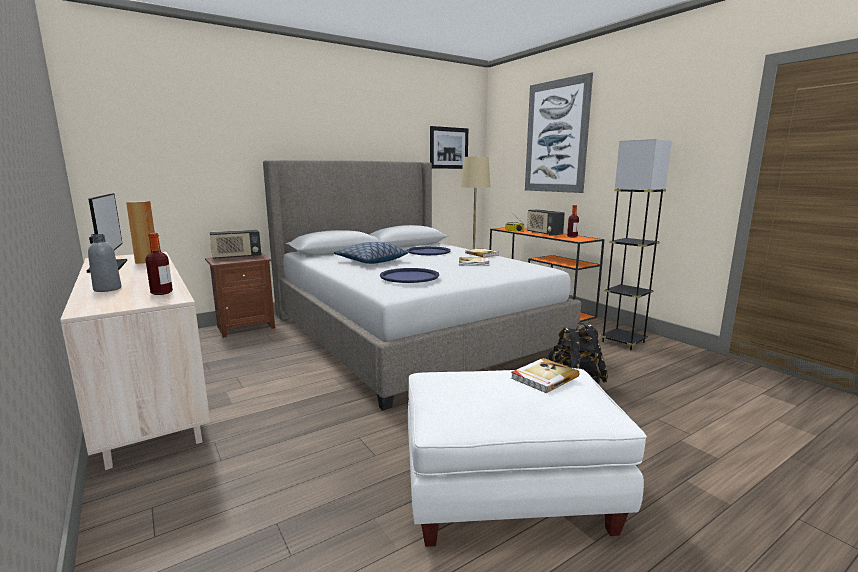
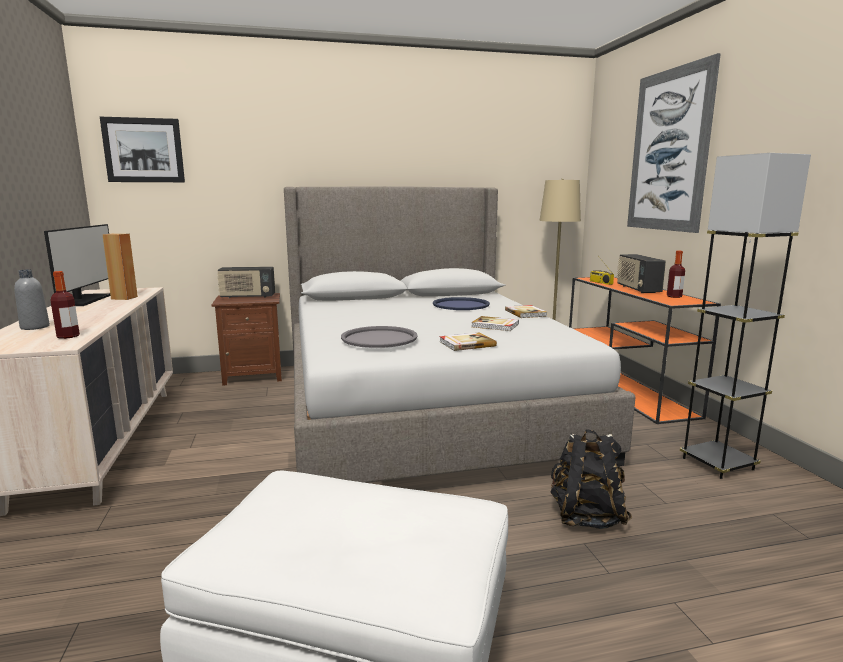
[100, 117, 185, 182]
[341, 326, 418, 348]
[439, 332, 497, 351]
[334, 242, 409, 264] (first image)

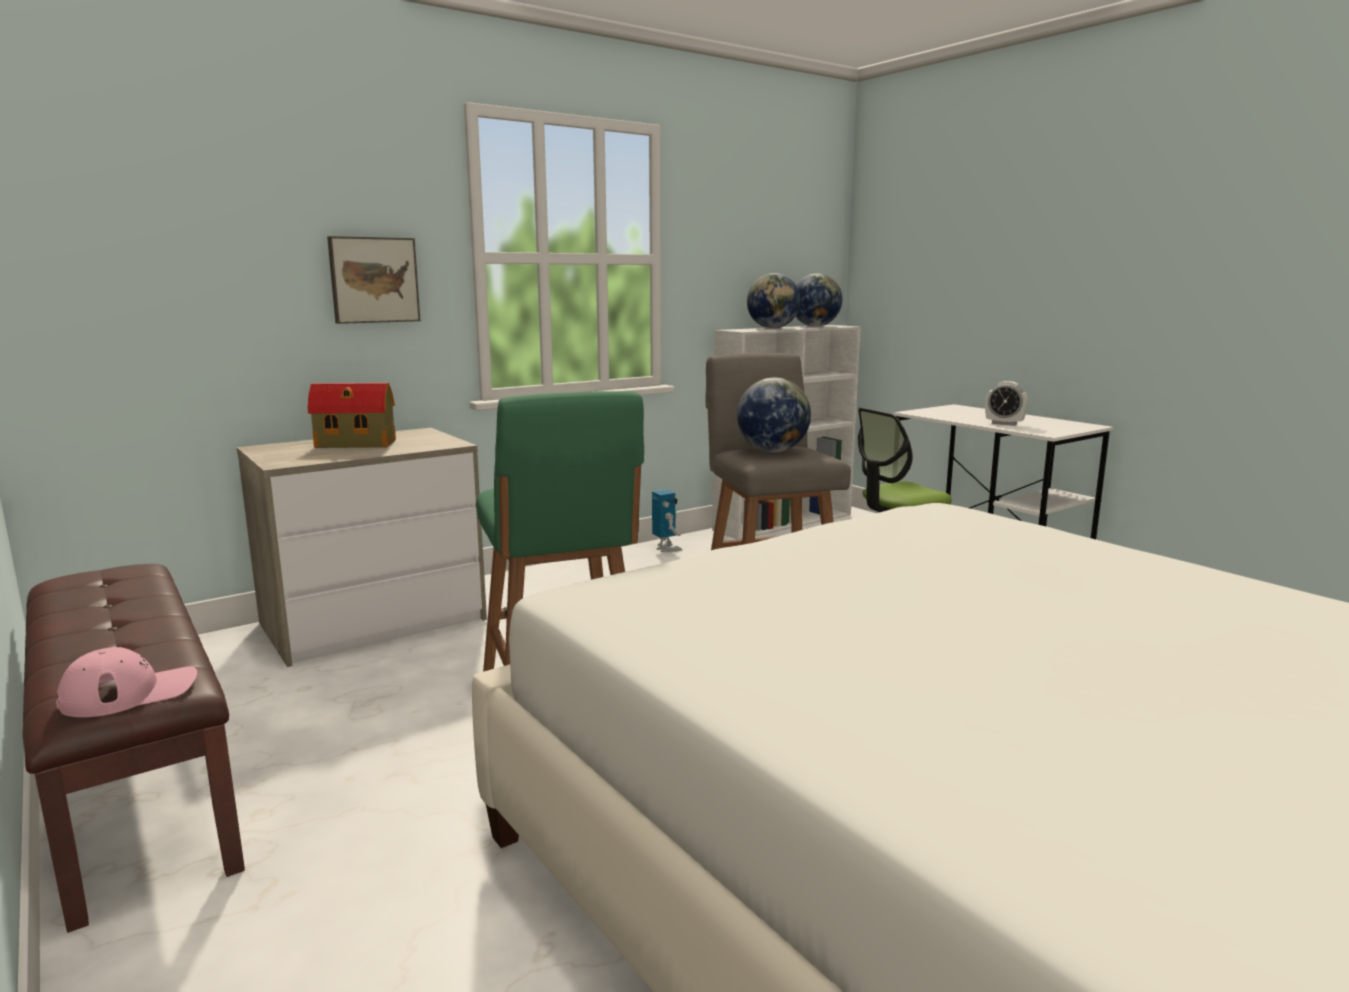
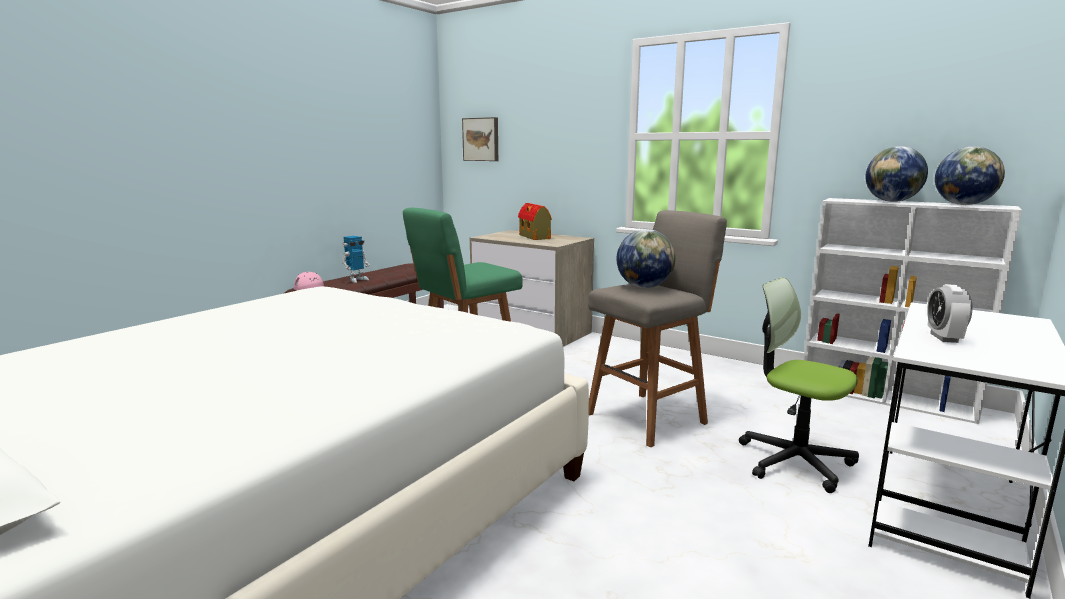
[342, 236, 370, 283]
[462, 117, 498, 161]

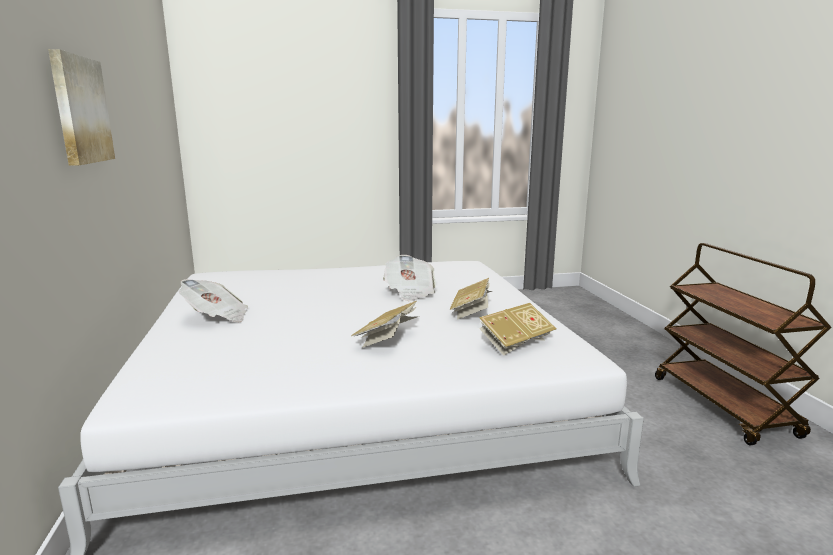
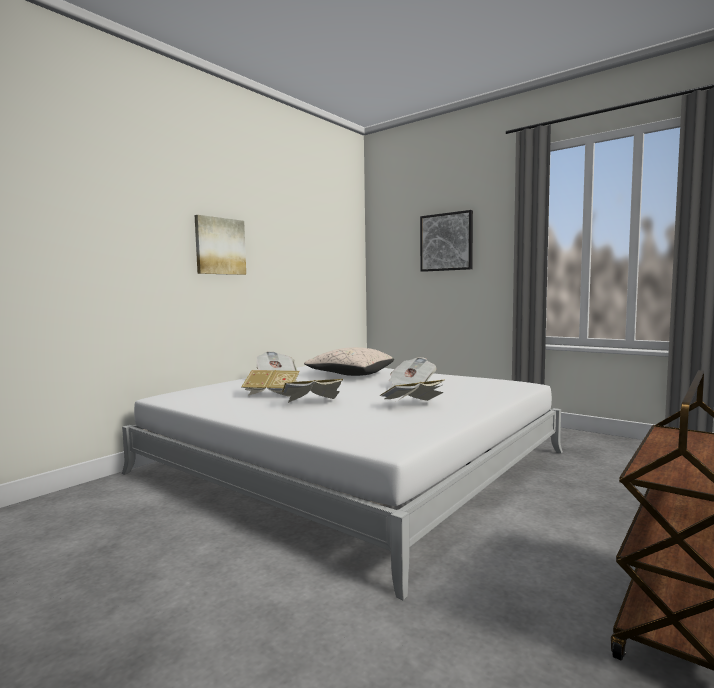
[241, 370, 300, 397]
[304, 347, 394, 376]
[420, 210, 473, 272]

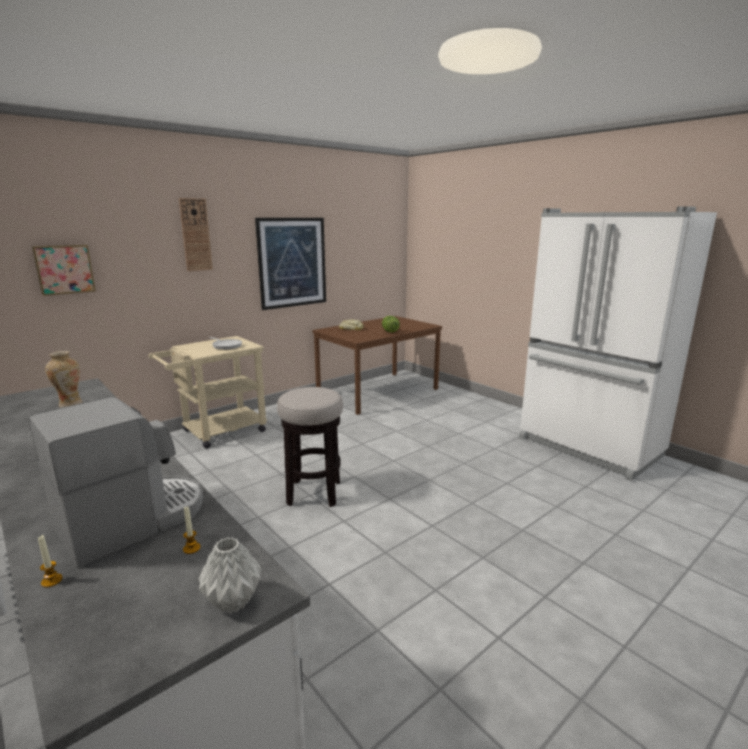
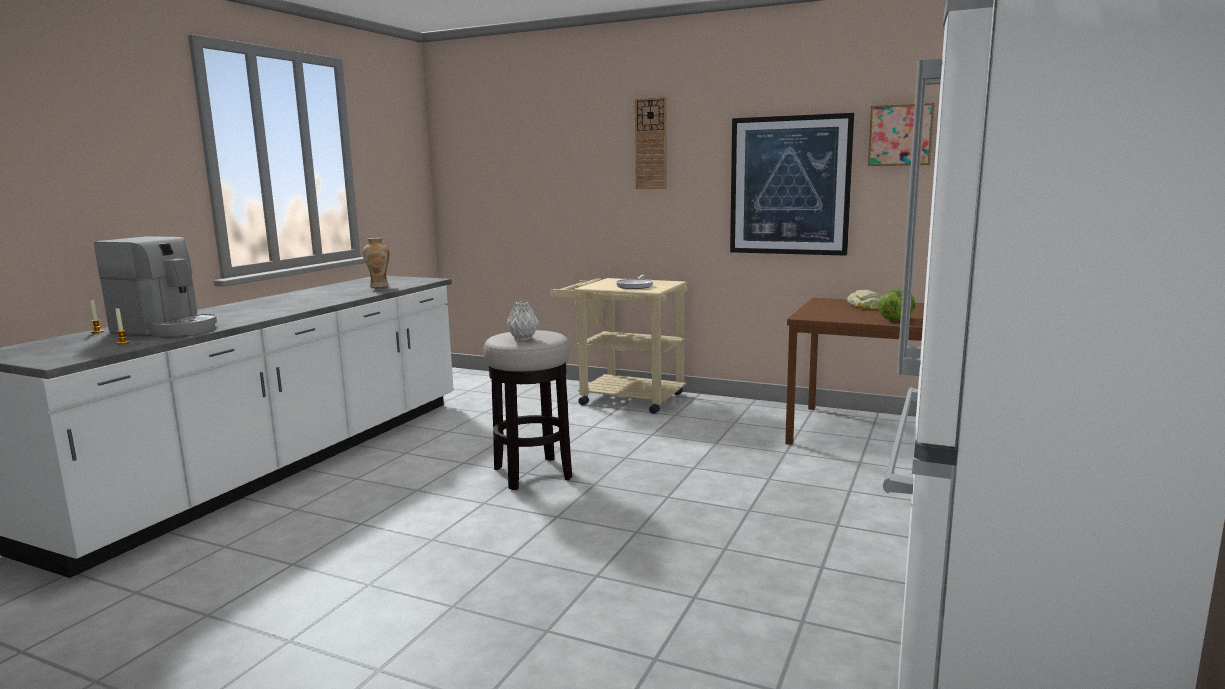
[506, 301, 539, 341]
[868, 103, 935, 166]

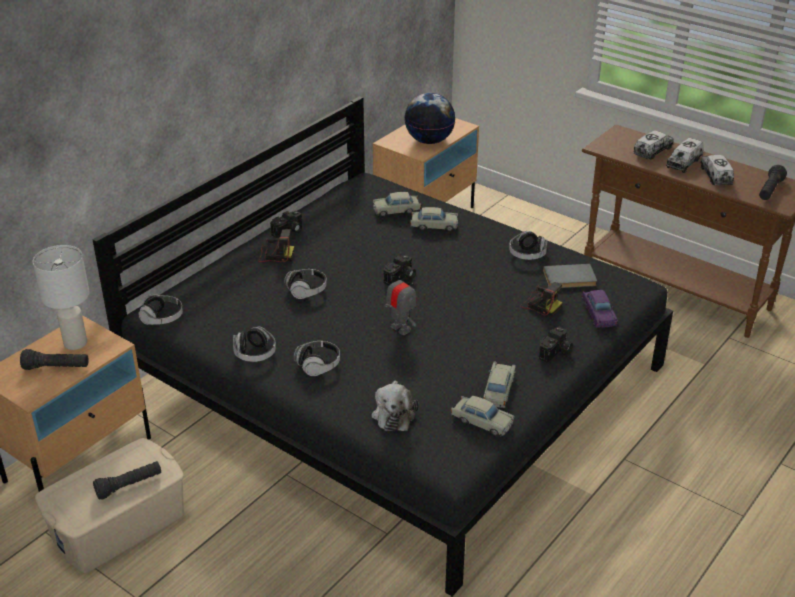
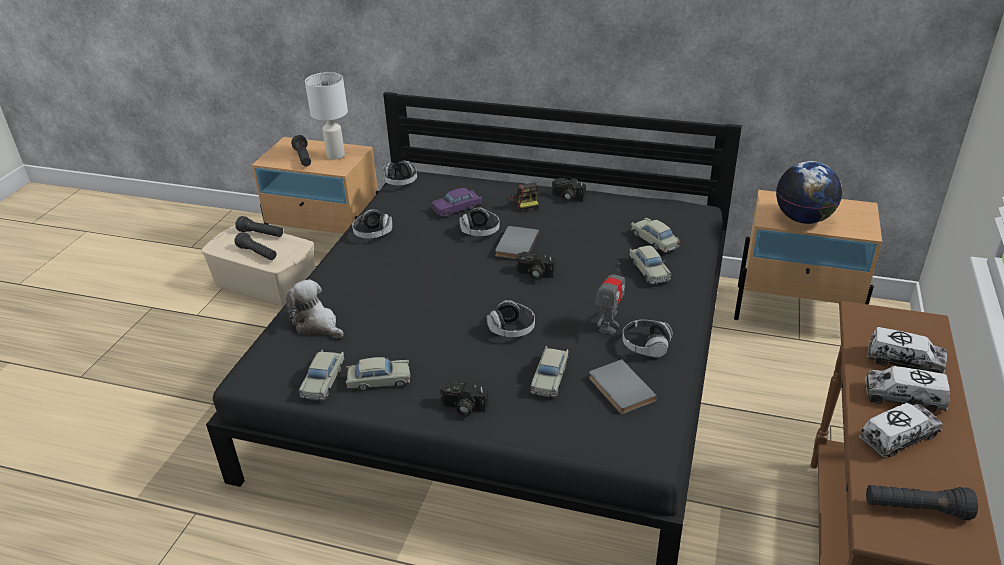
[235, 216, 283, 237]
[286, 279, 344, 338]
[431, 188, 482, 217]
[486, 300, 535, 337]
[495, 226, 539, 259]
[530, 346, 569, 398]
[595, 262, 625, 334]

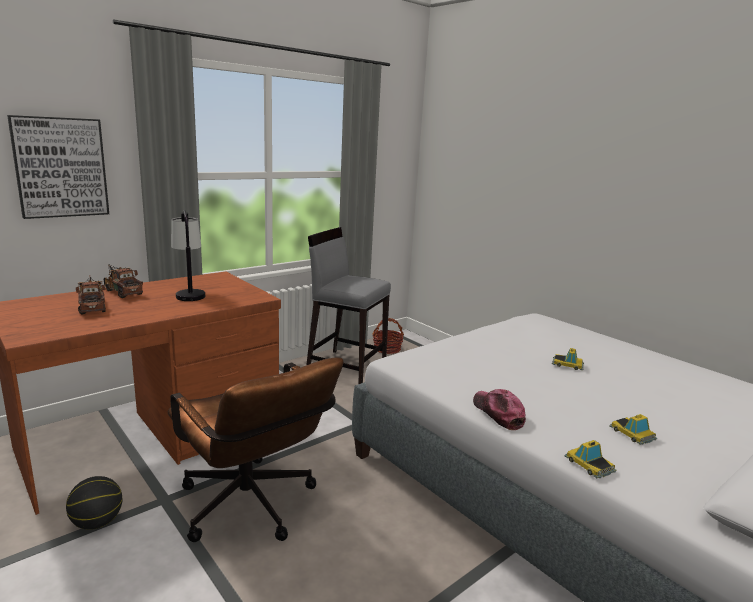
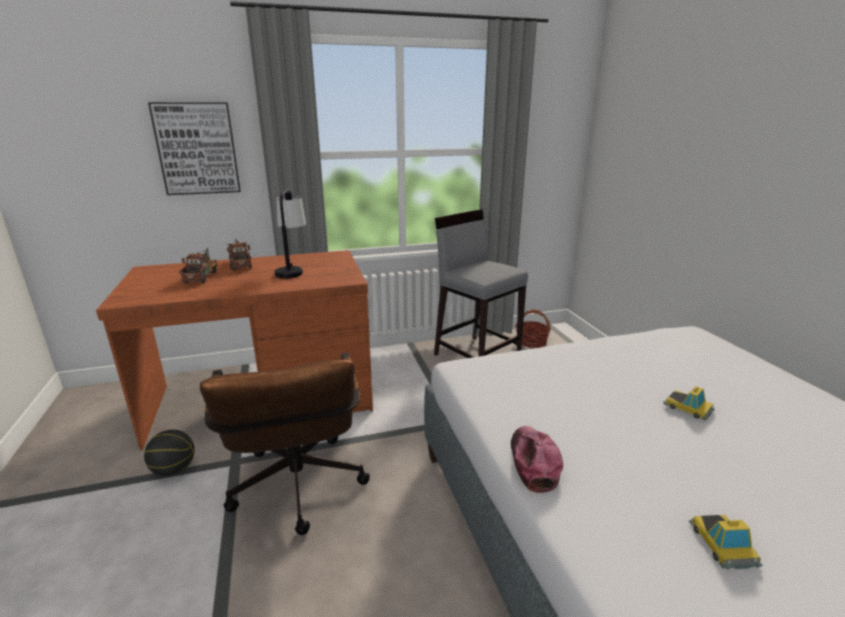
[565, 440, 616, 478] (first image)

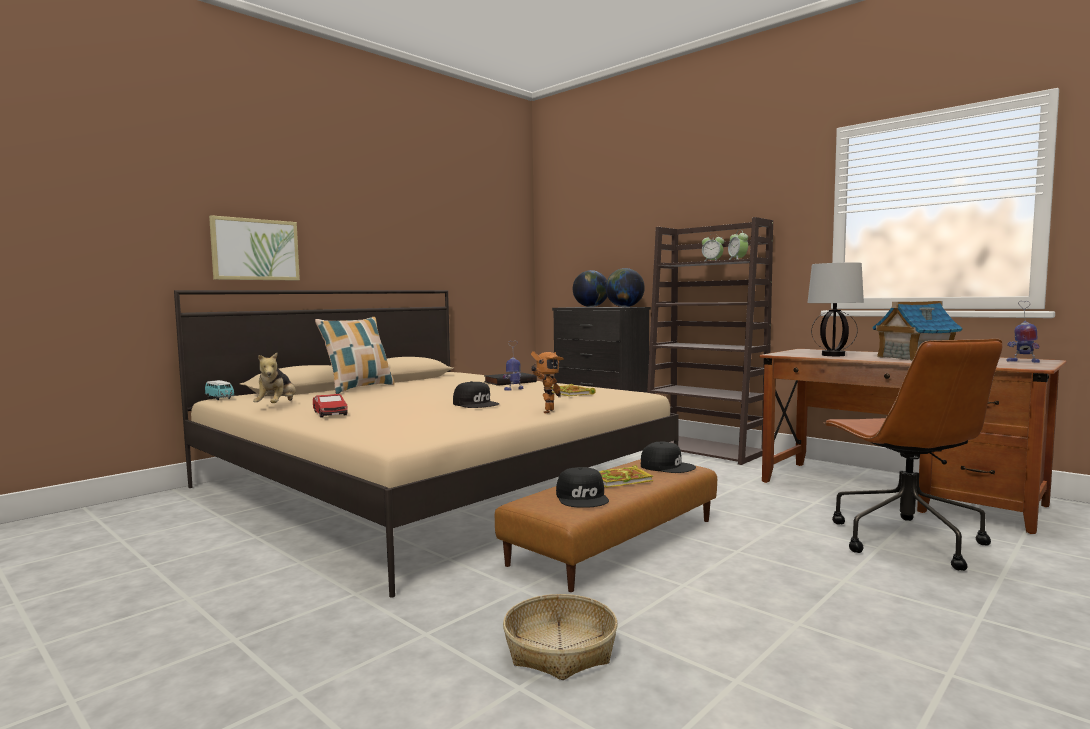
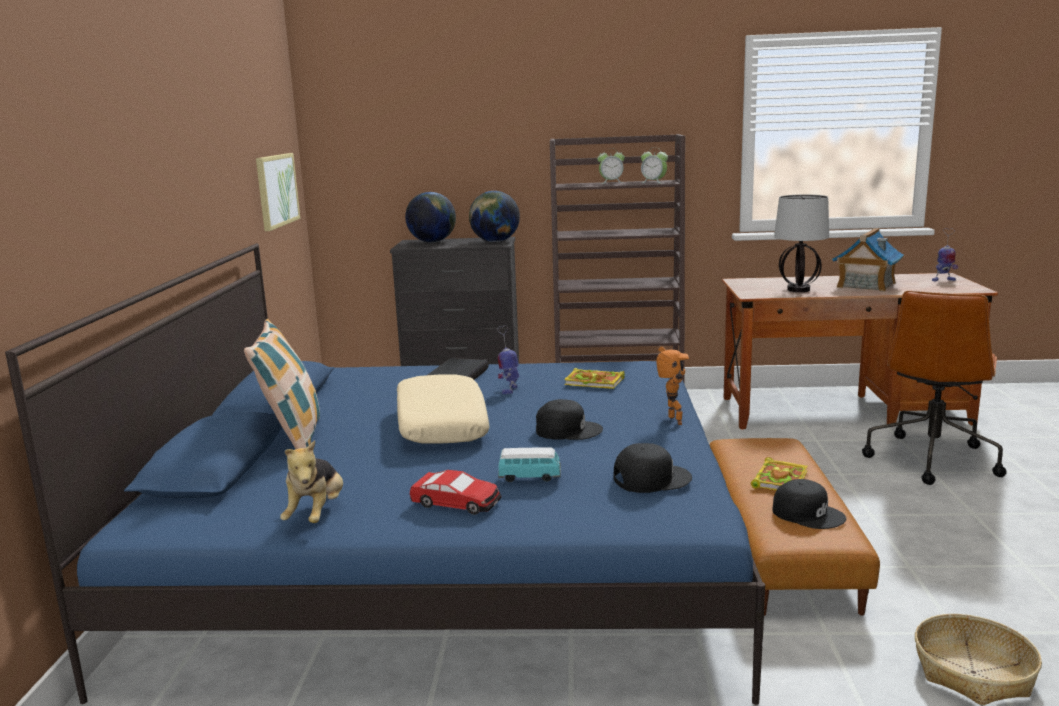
[5, 243, 765, 705]
[256, 153, 300, 231]
[280, 440, 343, 523]
[397, 374, 489, 444]
[498, 448, 561, 482]
[613, 443, 692, 493]
[862, 291, 1007, 485]

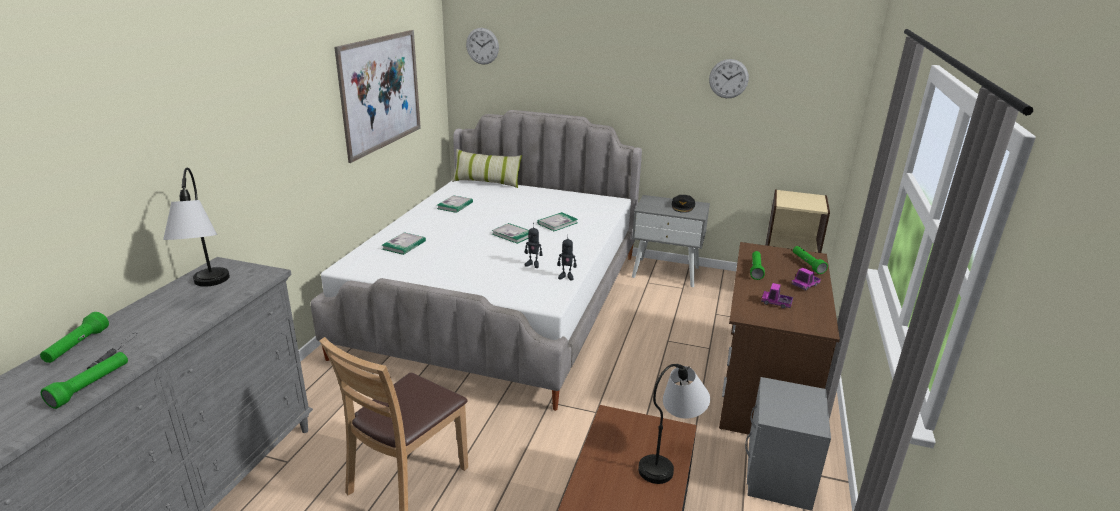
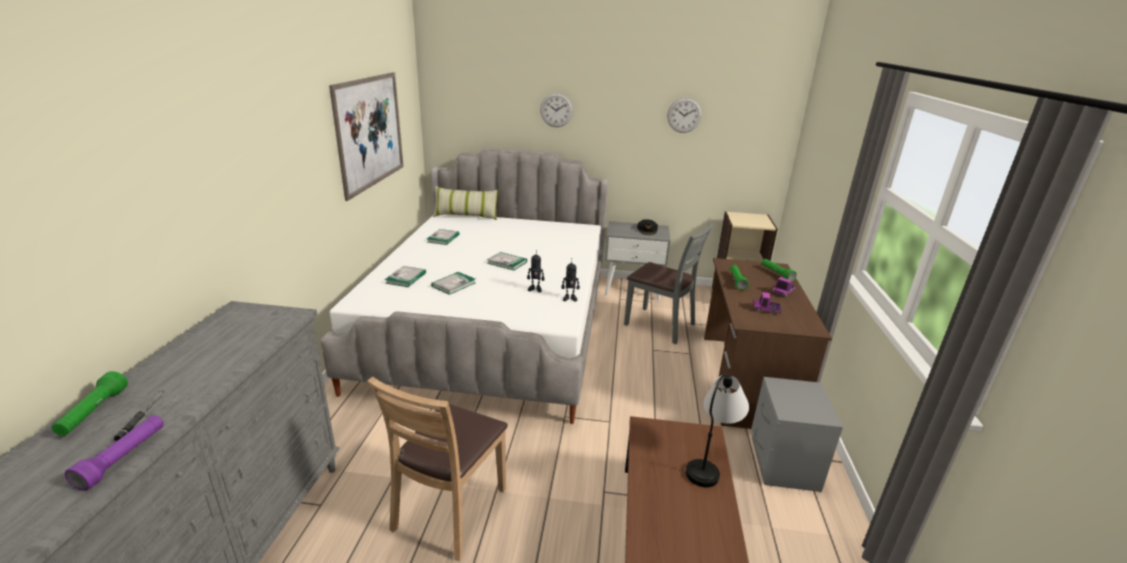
[65, 415, 164, 491]
[431, 272, 476, 295]
[540, 93, 573, 127]
[624, 223, 713, 344]
[163, 168, 230, 287] (first image)

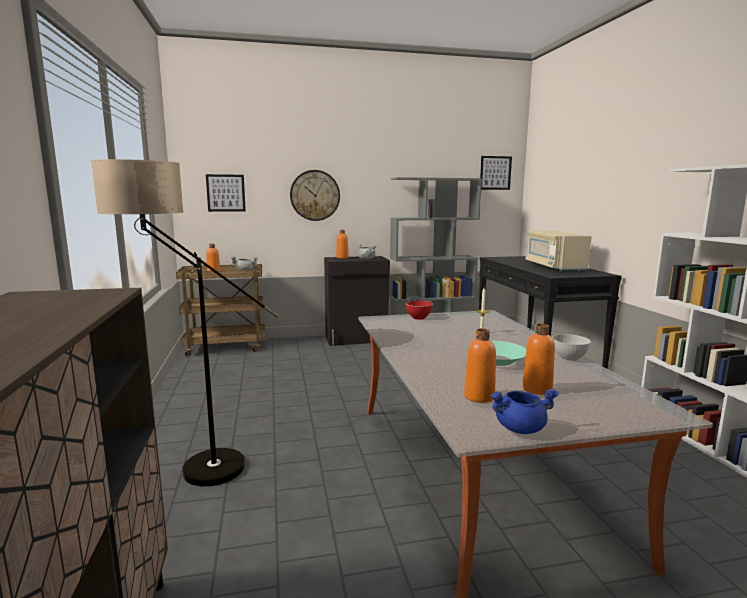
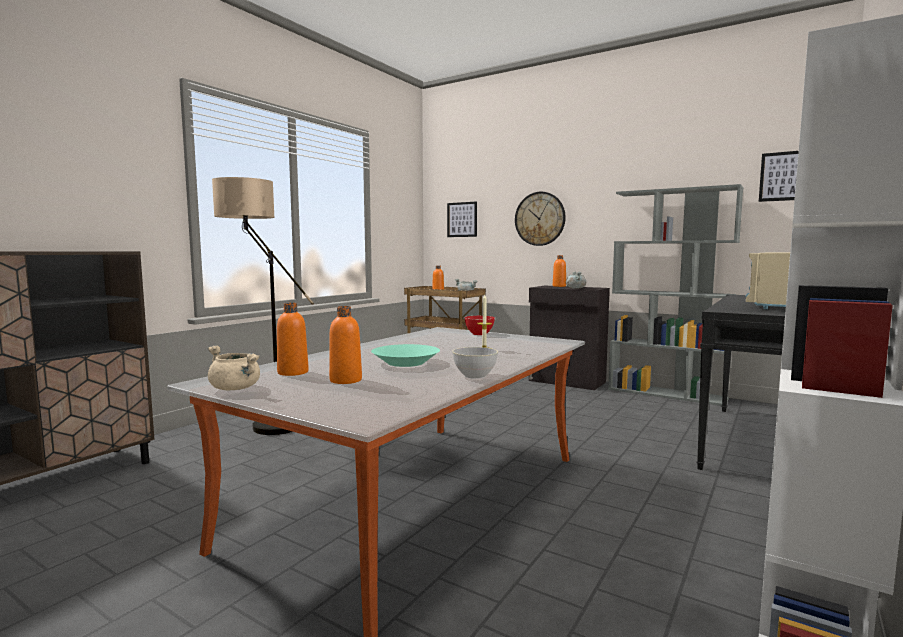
[208, 345, 260, 390]

